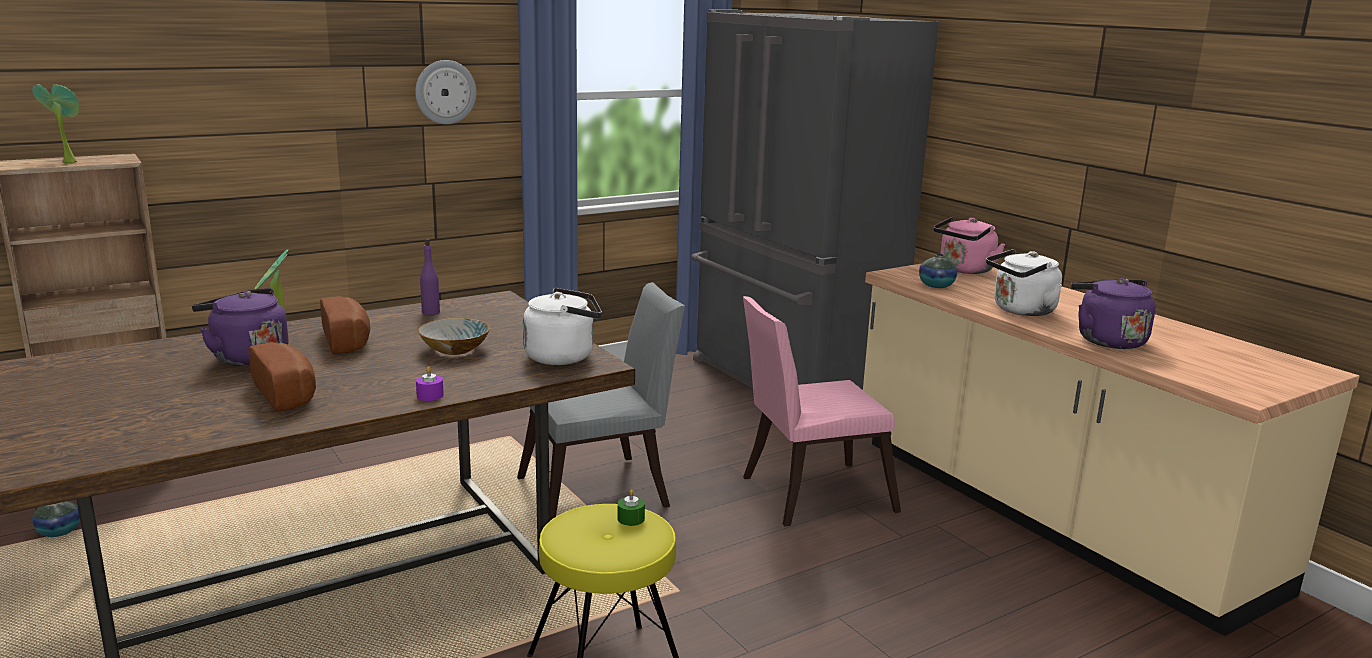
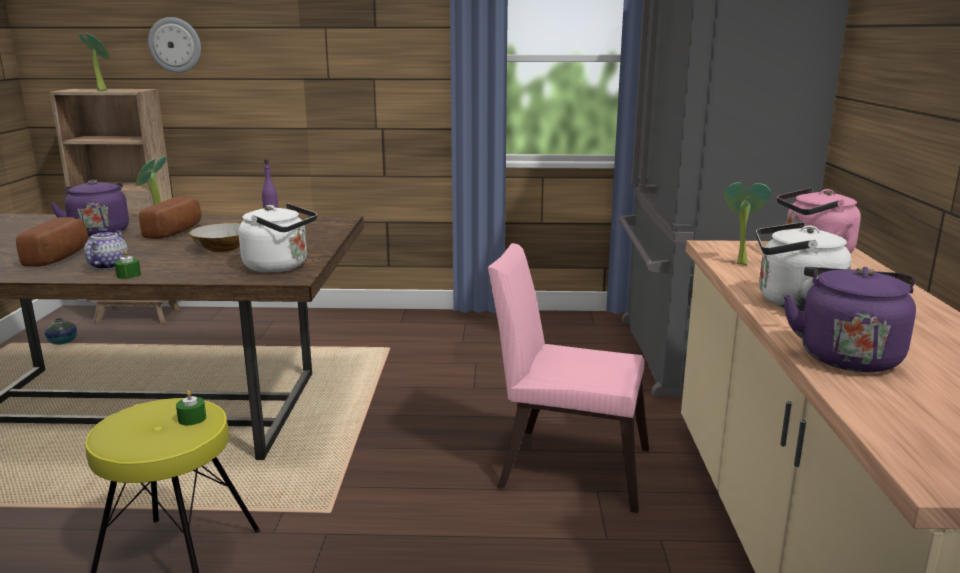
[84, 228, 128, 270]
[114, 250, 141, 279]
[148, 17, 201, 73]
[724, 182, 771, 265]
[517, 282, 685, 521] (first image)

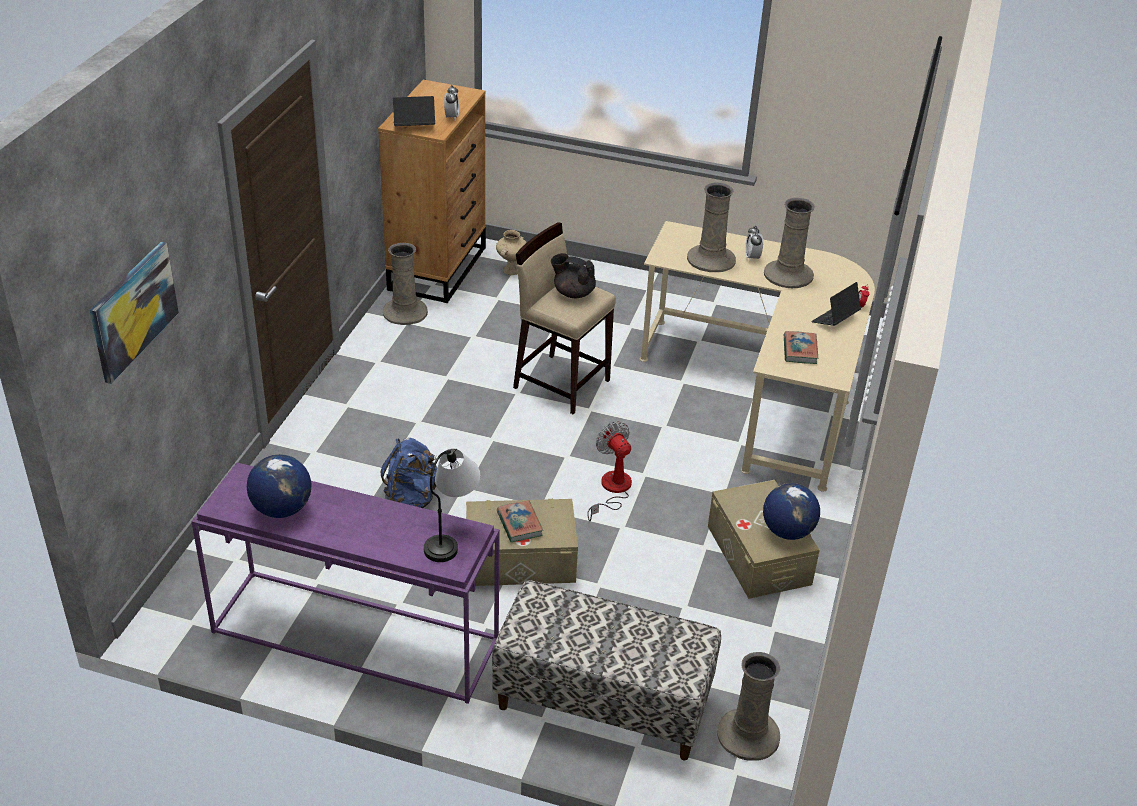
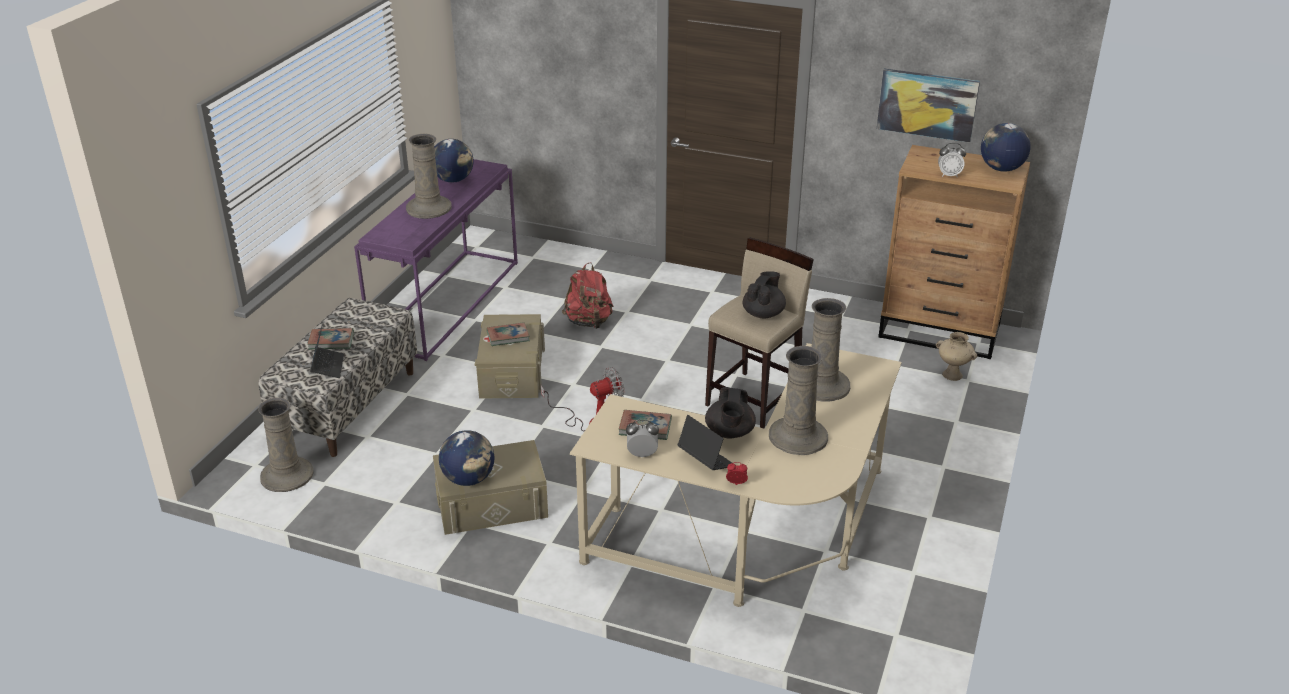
[307, 328, 354, 349]
[310, 324, 344, 378]
[406, 134, 452, 219]
[562, 262, 613, 329]
[626, 420, 659, 458]
[705, 387, 756, 439]
[877, 68, 980, 143]
[981, 123, 1031, 171]
[424, 448, 480, 562] (first image)

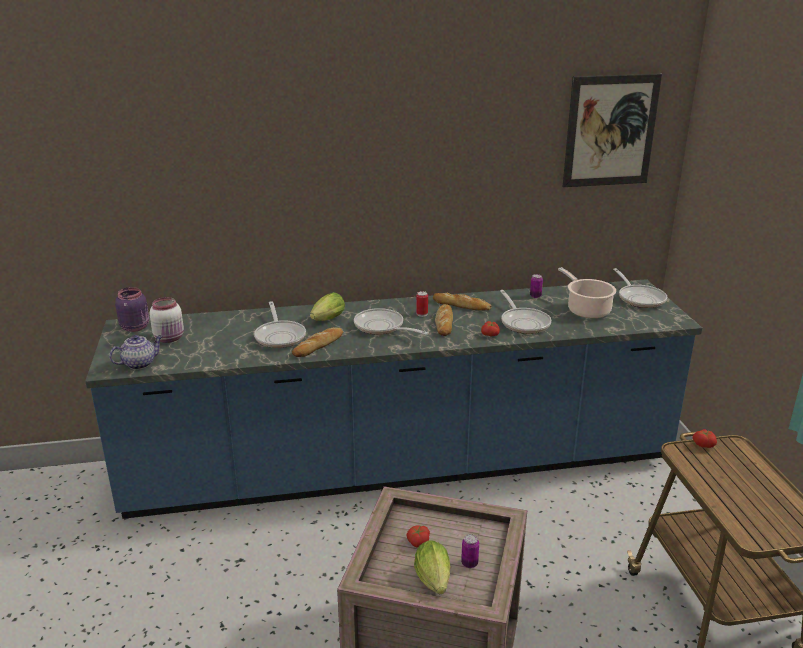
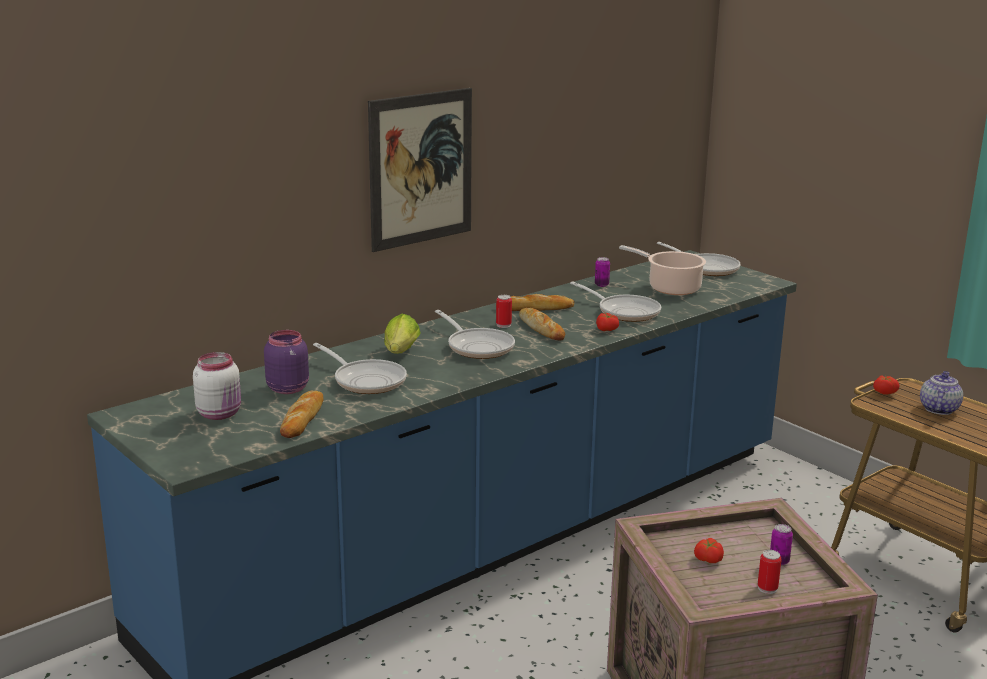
[264, 330, 309, 394]
[280, 391, 324, 438]
[368, 88, 472, 252]
[435, 310, 515, 359]
[758, 550, 781, 594]
[920, 371, 963, 415]

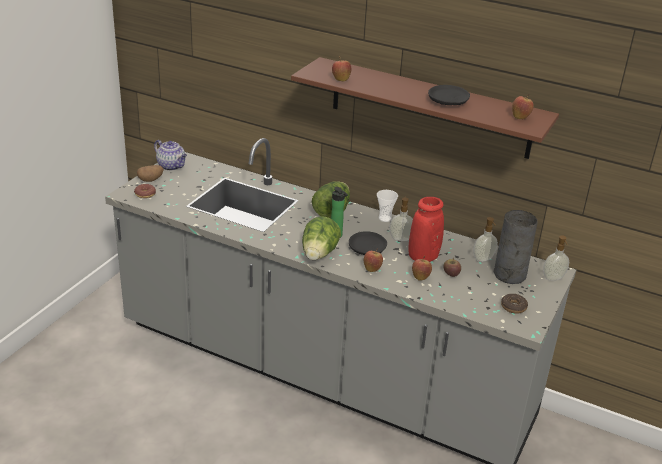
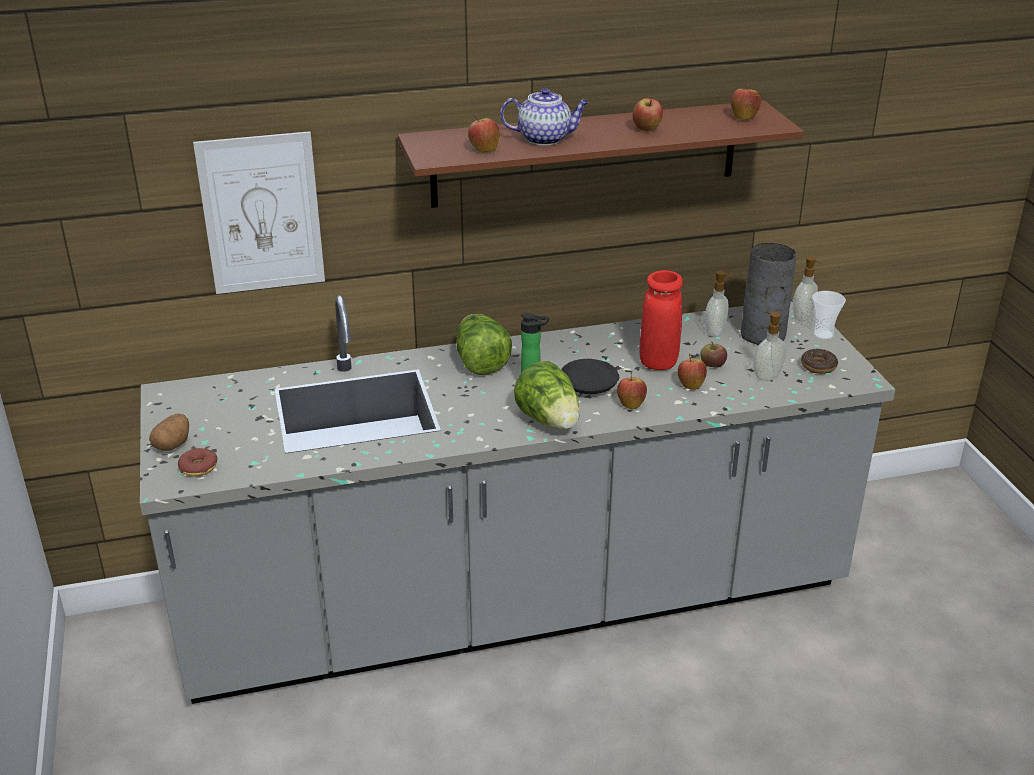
[193, 131, 325, 294]
[500, 88, 589, 145]
[633, 98, 663, 132]
[753, 311, 786, 381]
[812, 291, 846, 340]

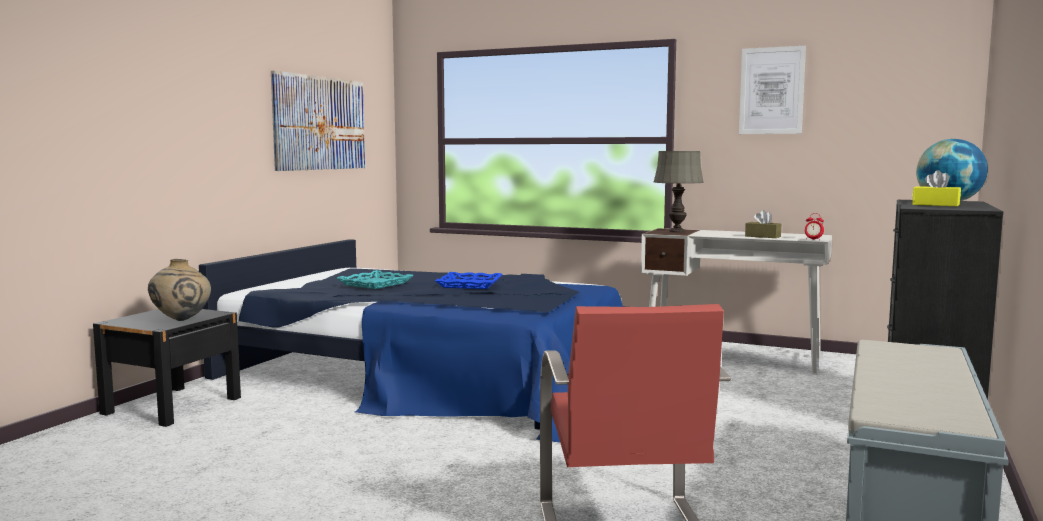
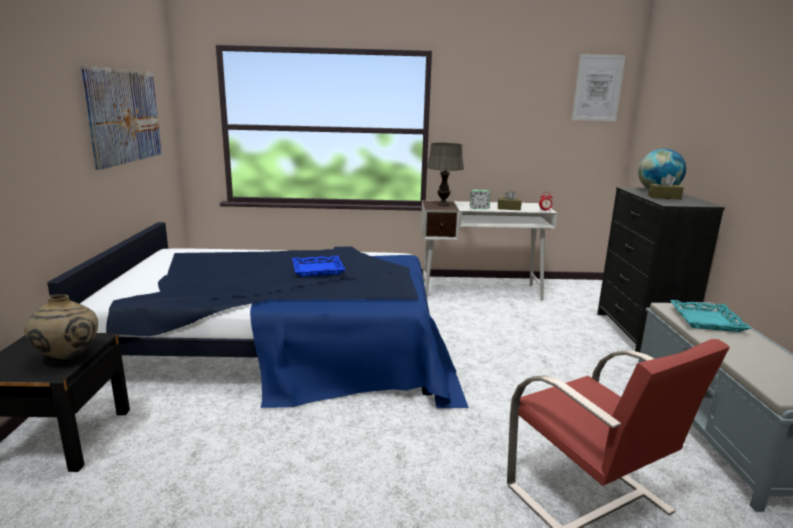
[470, 190, 491, 209]
[572, 54, 626, 121]
[648, 174, 684, 199]
[670, 300, 751, 332]

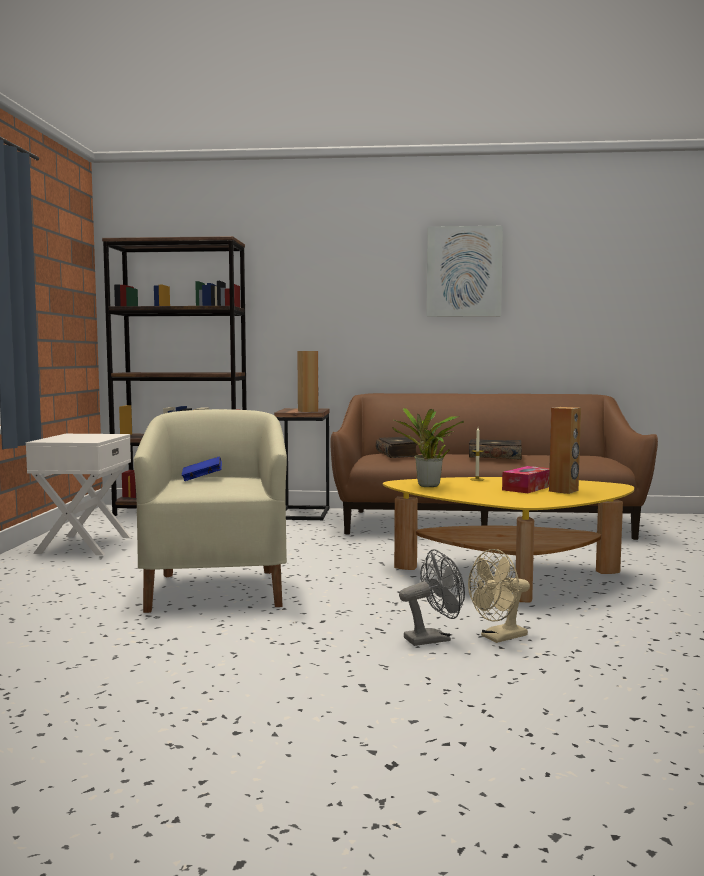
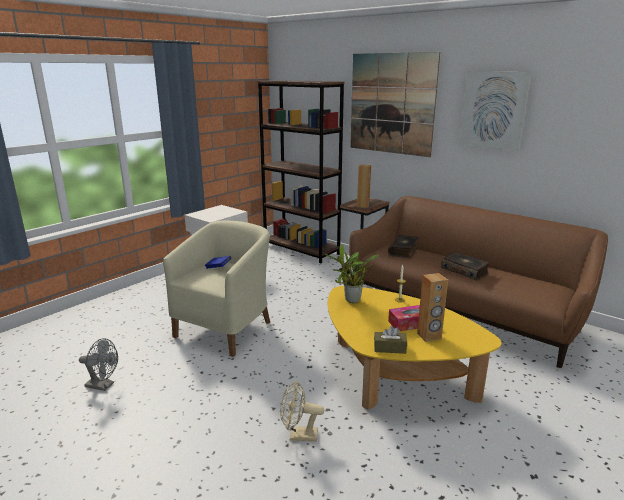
[79, 338, 118, 391]
[350, 52, 440, 157]
[374, 326, 407, 354]

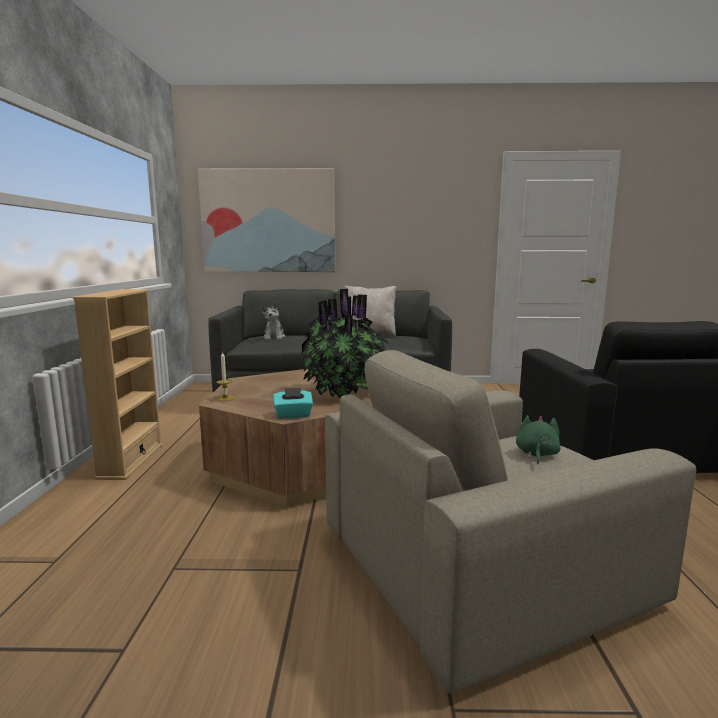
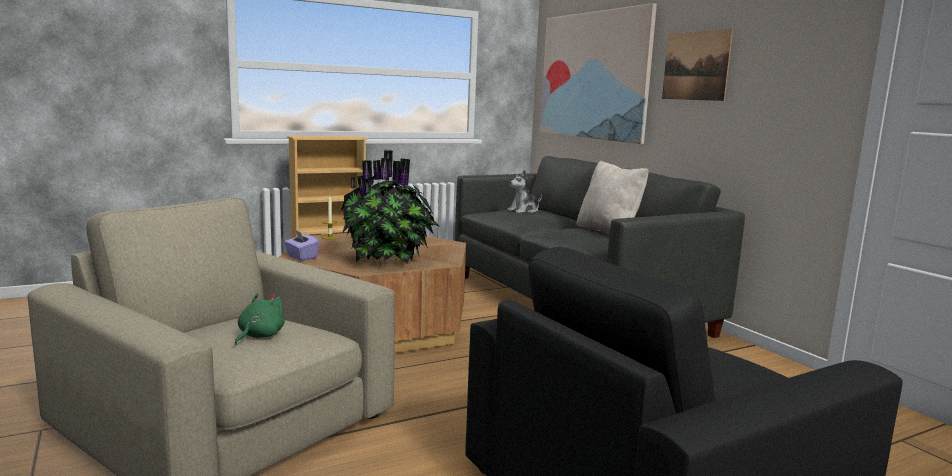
[235, 293, 285, 345]
[284, 230, 319, 261]
[662, 29, 733, 101]

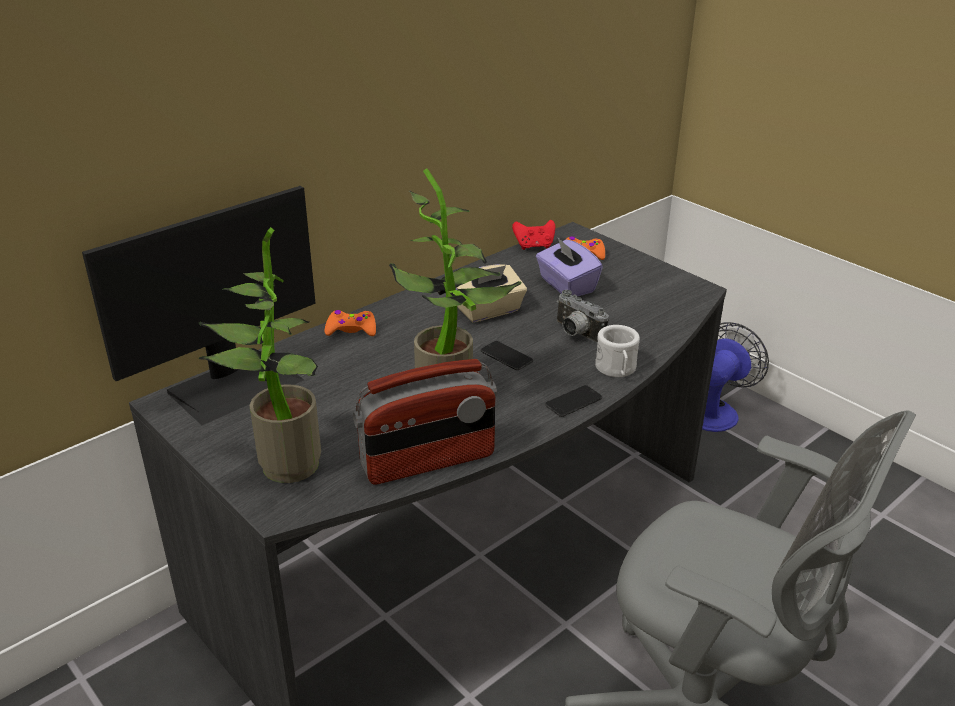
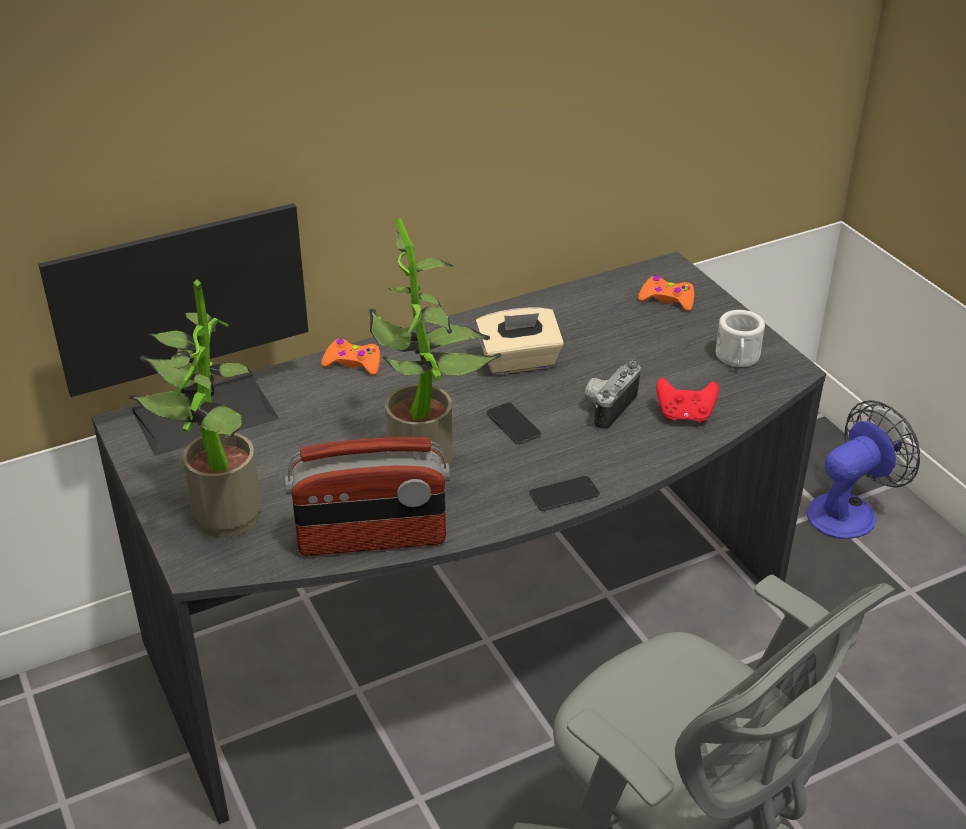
[584, 359, 641, 430]
[656, 378, 719, 422]
[716, 310, 765, 367]
[536, 237, 603, 296] (first image)

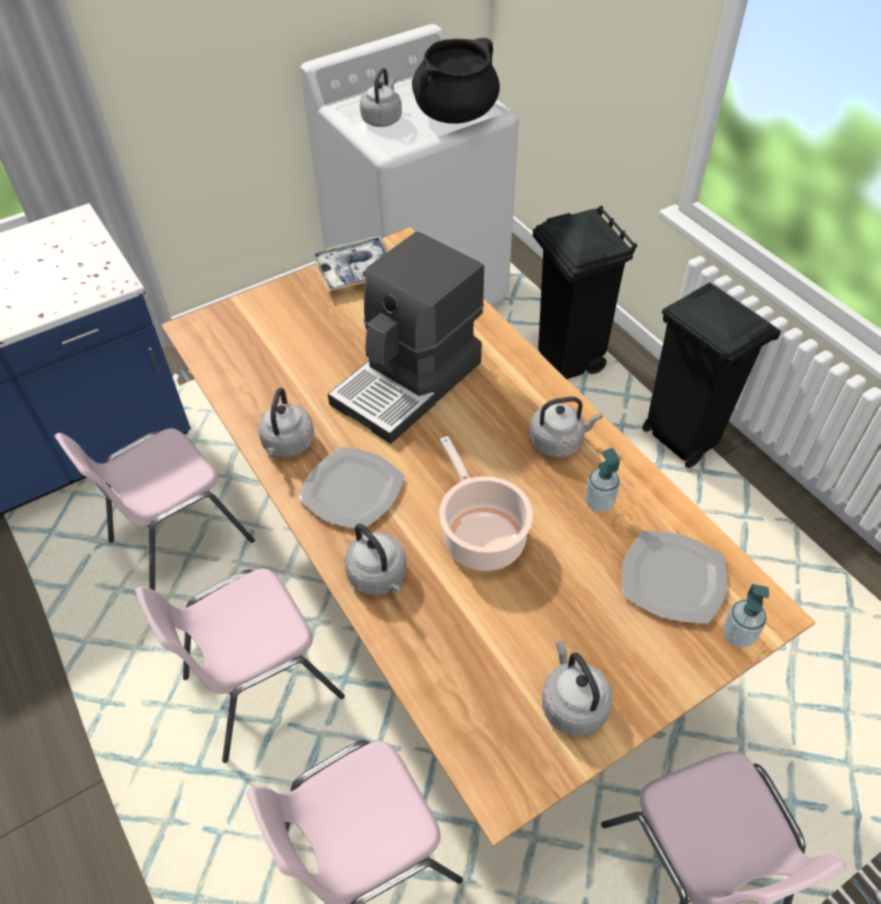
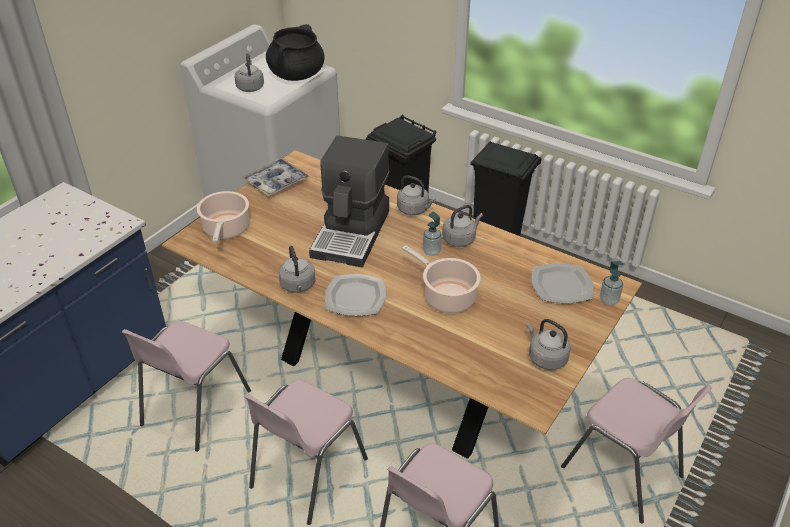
[197, 191, 249, 242]
[397, 175, 435, 215]
[423, 212, 442, 256]

